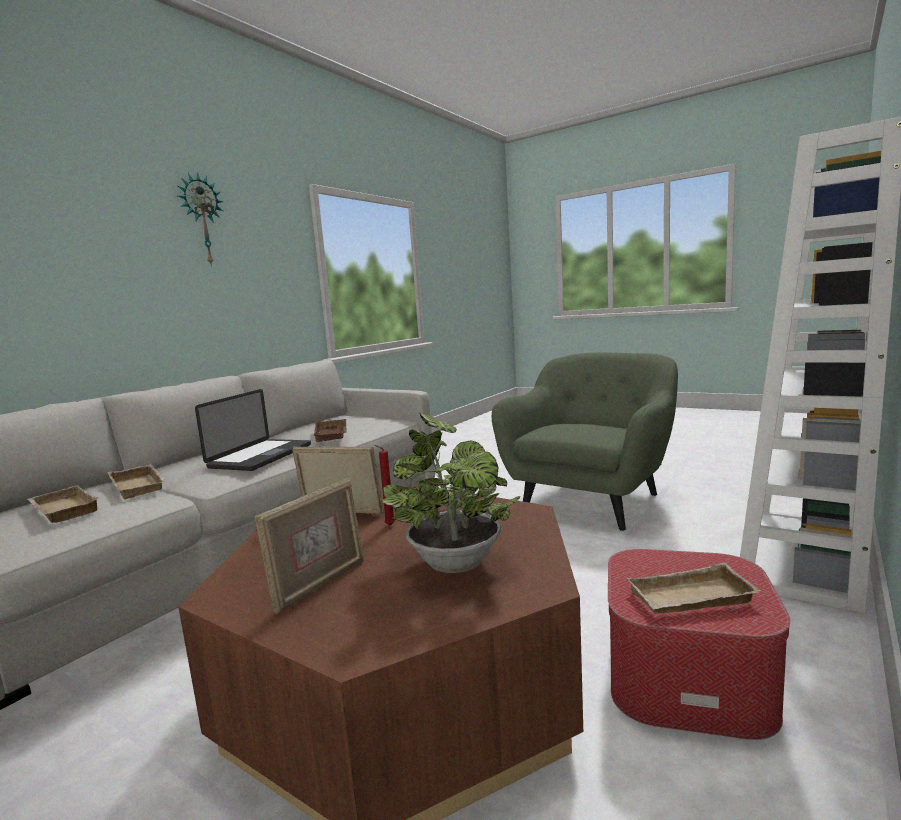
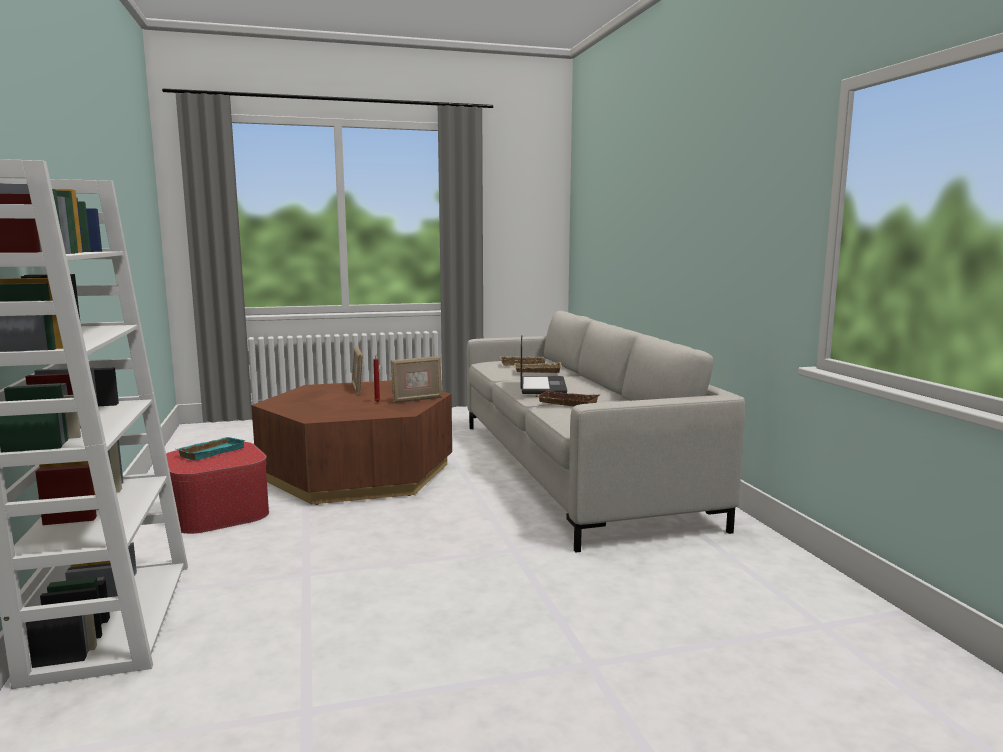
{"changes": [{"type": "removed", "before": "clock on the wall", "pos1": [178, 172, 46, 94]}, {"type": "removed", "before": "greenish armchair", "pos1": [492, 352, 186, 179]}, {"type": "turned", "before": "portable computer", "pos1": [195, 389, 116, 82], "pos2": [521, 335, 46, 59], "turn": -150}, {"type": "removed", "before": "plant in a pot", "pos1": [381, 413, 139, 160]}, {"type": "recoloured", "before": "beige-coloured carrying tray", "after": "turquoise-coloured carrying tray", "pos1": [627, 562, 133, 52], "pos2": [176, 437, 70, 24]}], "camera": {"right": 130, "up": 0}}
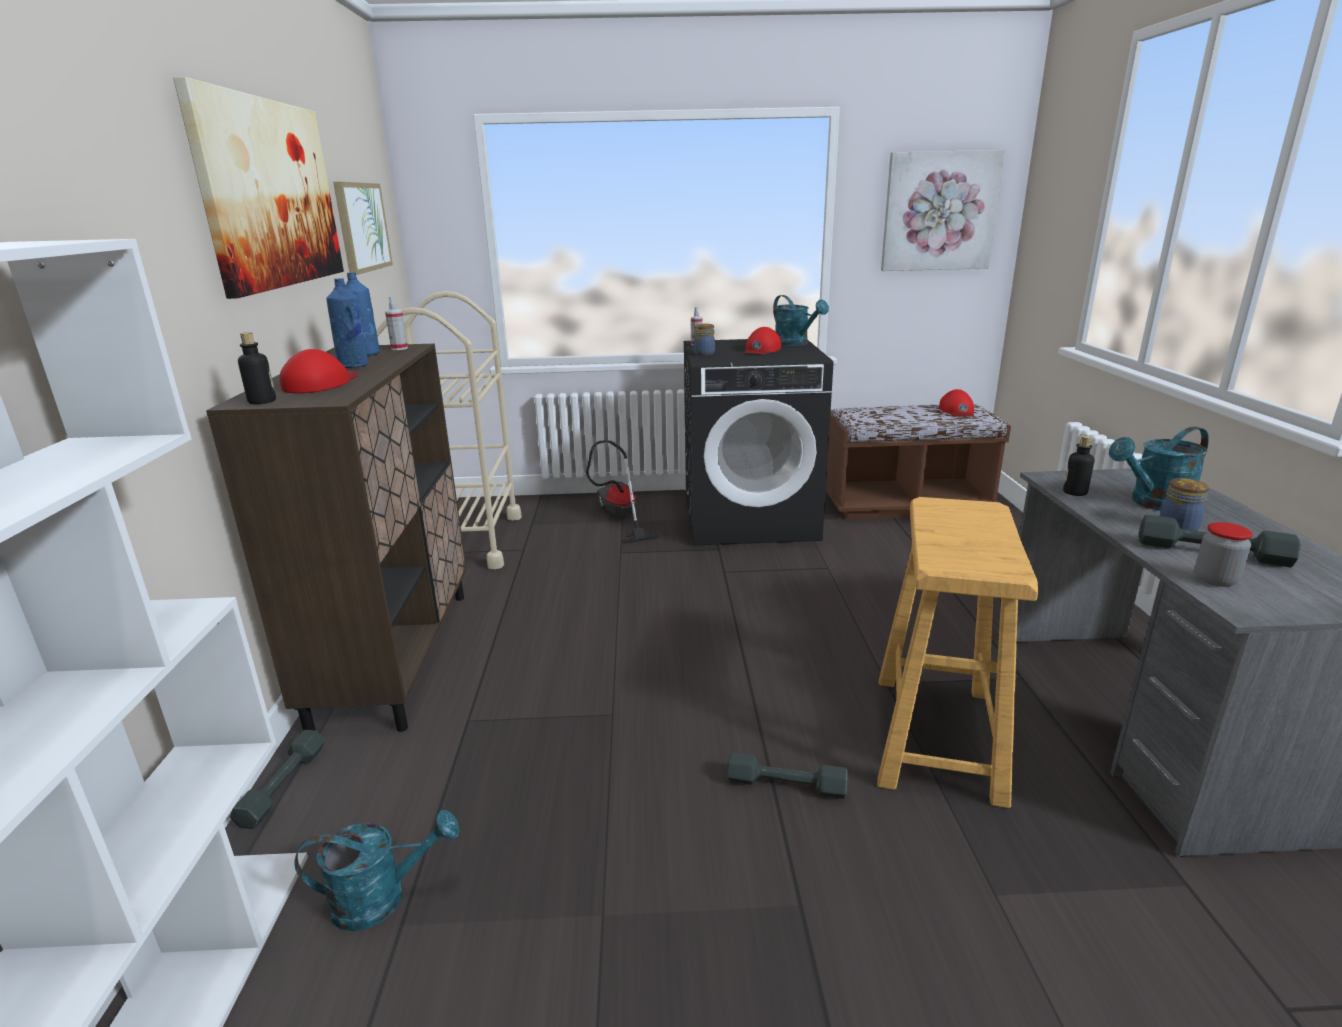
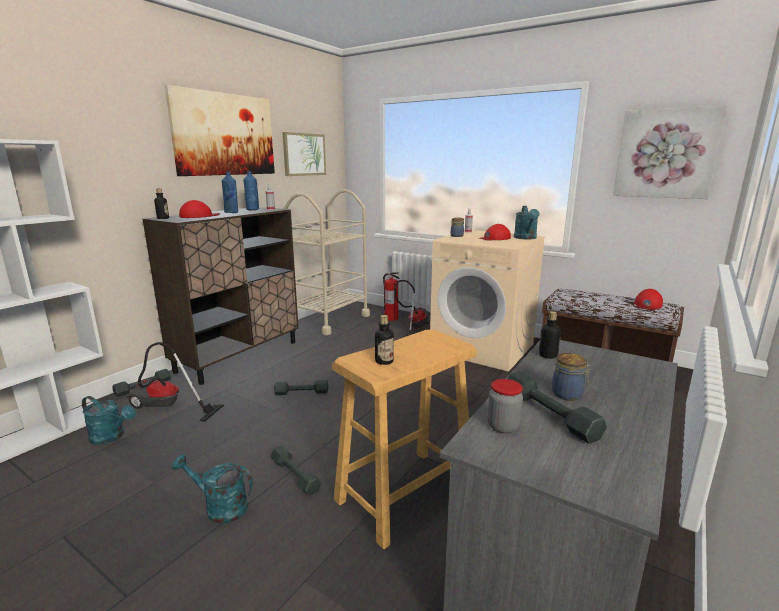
{"changes": [{"type": "recoloured", "before": "black-coloured laundry appliance", "after": "beige-coloured laundry appliance", "pos1": [683, 339, 150, 207], "pos2": [430, 230, 115, 142]}, {"type": "moved", "before": "turquoise-coloured sprinkling can", "pos1": [1109, 426, 100, 85], "pos2": [172, 454, 81, 70]}, {"type": "added", "after": "extinguisher", "pos2": [383, 273, 16, 48]}, {"type": "added", "after": "bottle", "pos2": [375, 315, 19, 50]}, {"type": "added", "after": "vacuum", "pos2": [126, 342, 98, 80]}, {"type": "added", "after": "gray hand weight", "pos2": [274, 380, 54, 15]}], "camera": {"right": 35, "up": -5}}
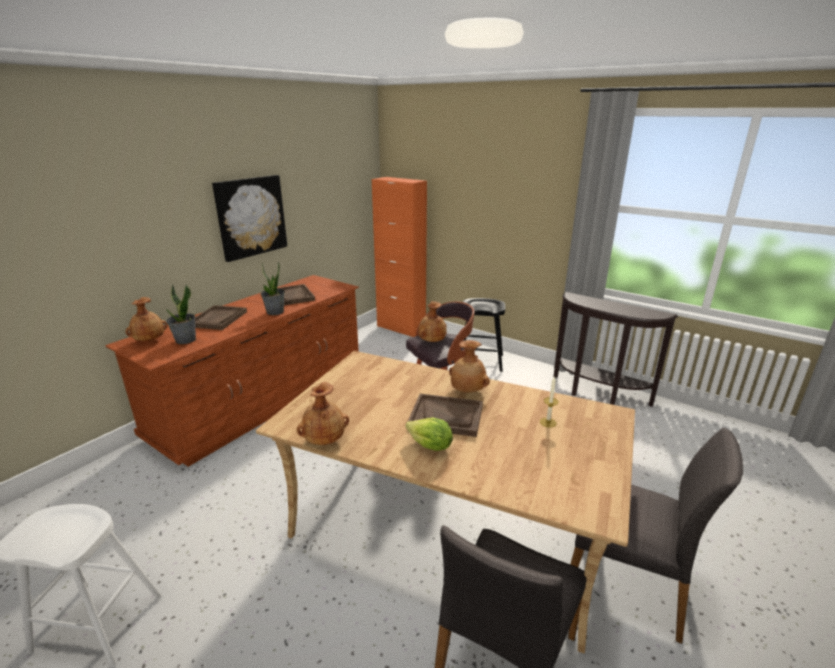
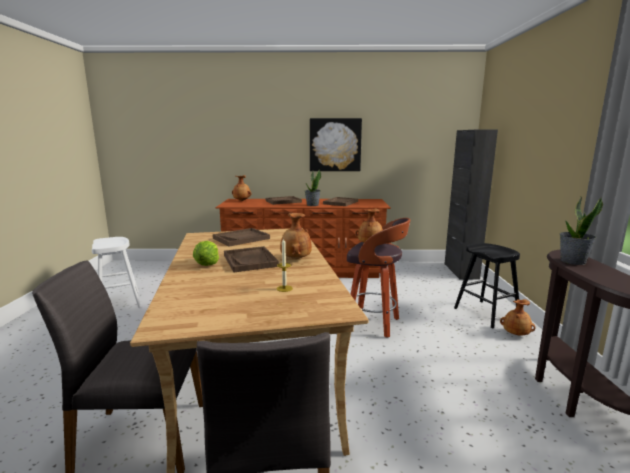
{"changes": [{"type": "recoloured", "before": "orangey cabinet", "after": "black-coloured cabinet", "pos1": [372, 177, 55, 160], "pos2": [444, 130, 54, 150]}, {"type": "moved", "before": "plant in a pot", "pos1": [166, 284, 30, 60], "pos2": [560, 197, 43, 68]}, {"type": "moved", "before": "brown vase", "pos1": [297, 382, 52, 63], "pos2": [500, 299, 36, 37]}, {"type": "added", "after": "brown carrying tray", "pos2": [213, 228, 57, 18]}], "camera": {"right": 55, "up": -10}}
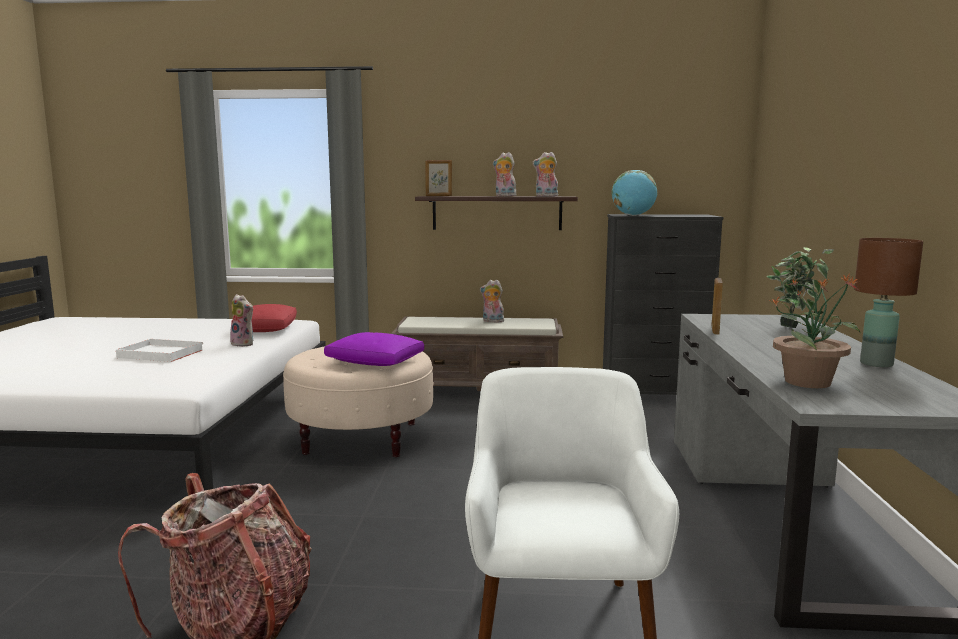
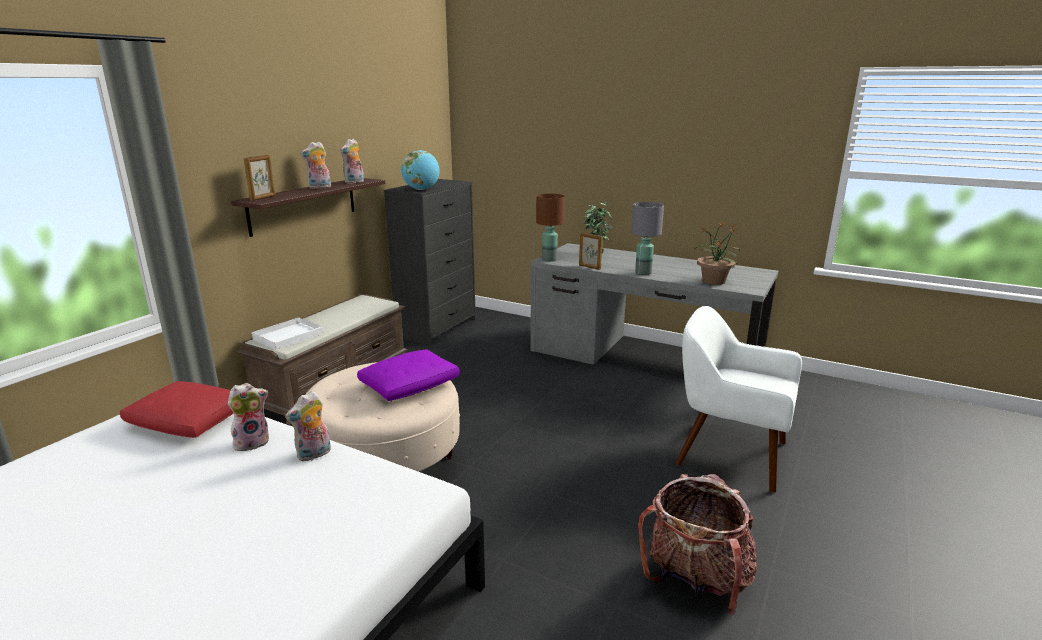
{"changes": [{"type": "moved", "before": "brown table lamp", "pos1": [854, 238, 69, 129], "pos2": [536, 194, 29, 68]}, {"type": "moved", "before": "cuddly toy", "pos1": [480, 280, 24, 42], "pos2": [285, 391, 46, 70]}, {"type": "moved", "before": "white carrying tray", "pos1": [116, 339, 87, 23], "pos2": [251, 317, 73, 33]}, {"type": "added", "after": "gray table lamp", "pos2": [631, 202, 33, 73]}], "camera": {"right": -65, "up": 10}}
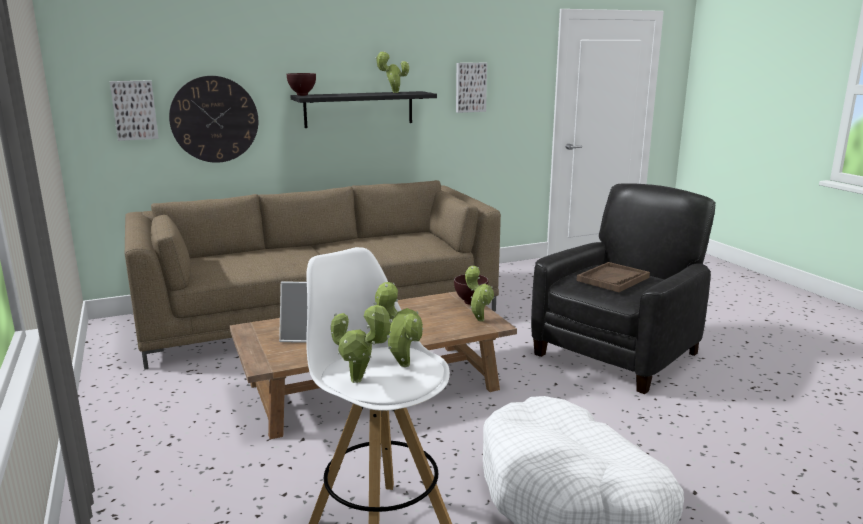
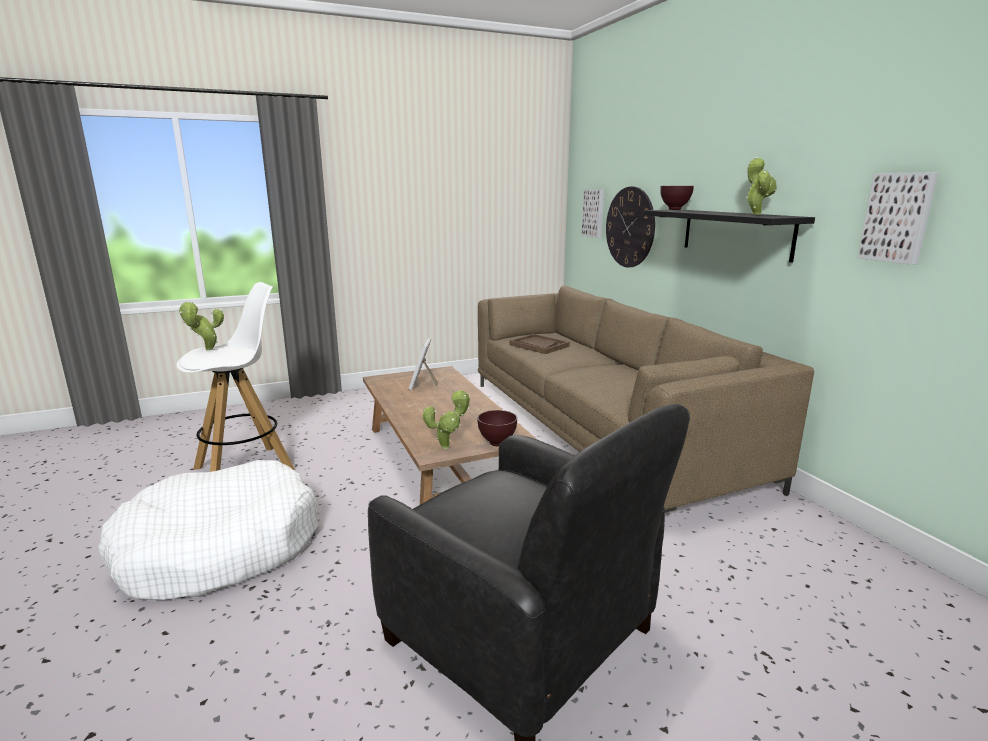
{"changes": [{"type": "moved", "before": "brown carrying tray", "pos1": [577, 262, 73, 30], "pos2": [509, 334, 61, 20]}, {"type": "removed", "before": "plant in a pot", "pos1": [375, 282, 48, 85]}], "camera": {"right": 90, "up": 0}}
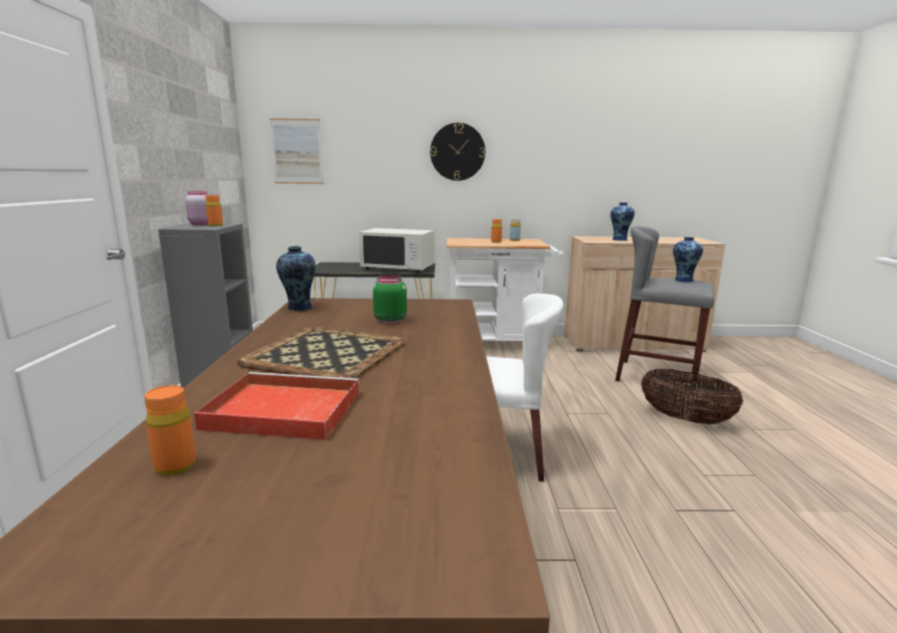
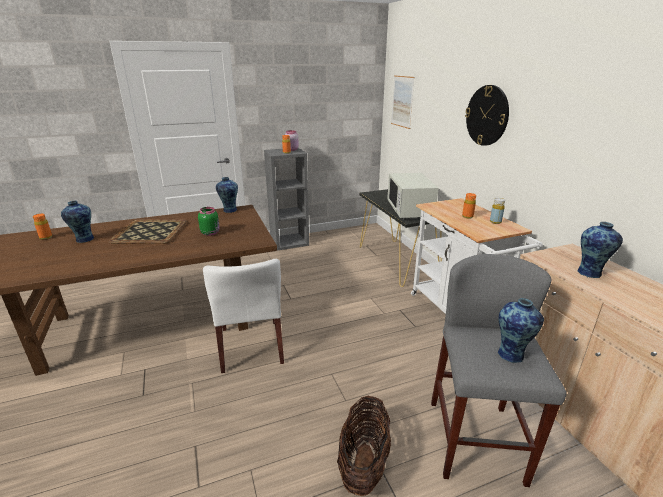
{"changes": [{"type": "replaced", "before": "red-coloured carrying tray", "after": "vase", "pos1": [194, 372, 165, 68], "pos2": [61, 201, 33, 42]}], "camera": {"right": 70, "up": 10}}
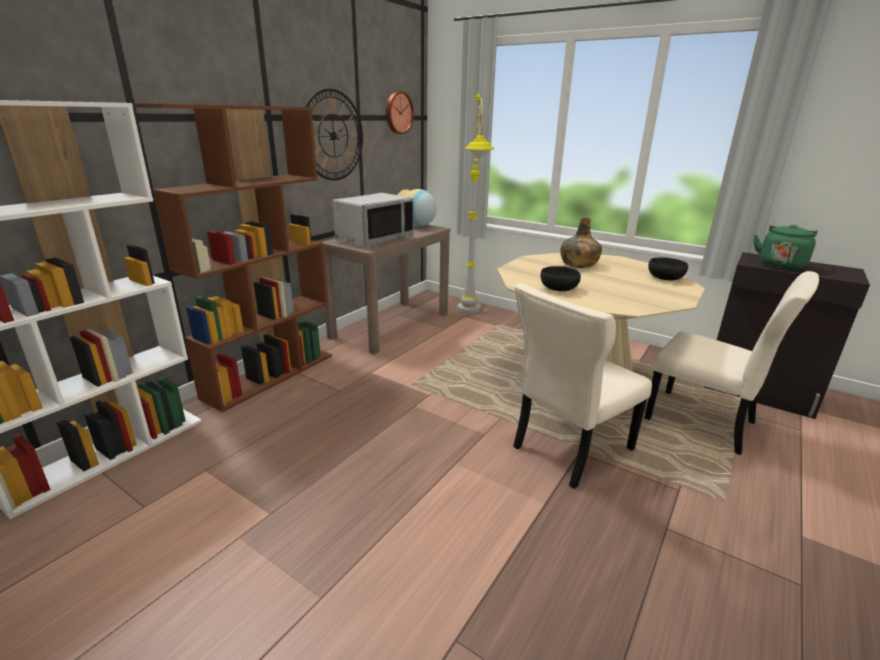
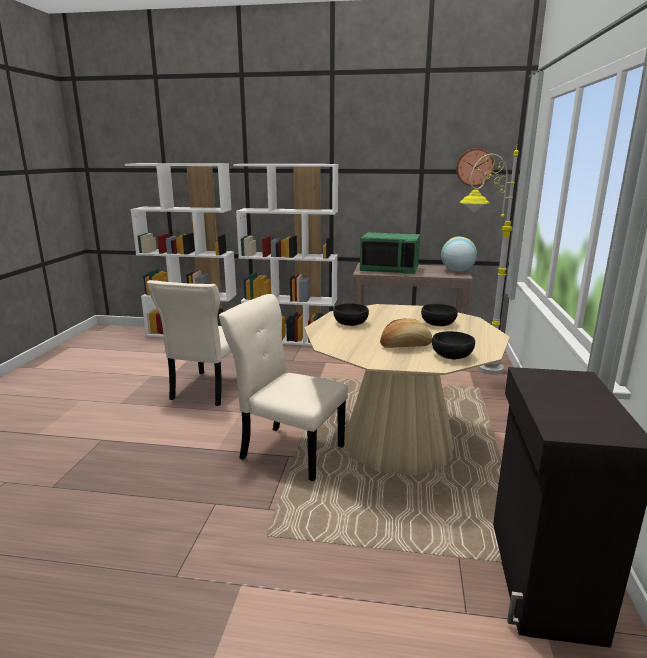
{"changes": [{"type": "removed", "before": "clock on the wall", "pos1": [305, 89, 58, 91]}, {"type": "recoloured", "before": "brown shelving unit", "after": "white shelving unit", "pos1": [134, 103, 198, 309], "pos2": [233, 164, 105, 182]}, {"type": "recoloured", "before": "gray kitchen microwave", "after": "greenish kitchen microwave", "pos1": [332, 193, 82, 55], "pos2": [360, 232, 60, 42]}, {"type": "replaced", "before": "greenish bottle", "after": "black-coloured bowl", "pos1": [560, 217, 42, 51], "pos2": [421, 304, 37, 22]}, {"type": "removed", "before": "greenish water kettle", "pos1": [754, 224, 64, 46]}, {"type": "moved", "before": "beige-coloured chair", "pos1": [645, 271, 174, 184], "pos2": [147, 280, 84, 126]}, {"type": "added", "after": "bread", "pos2": [380, 318, 52, 30]}], "camera": {"right": 65, "up": -5}}
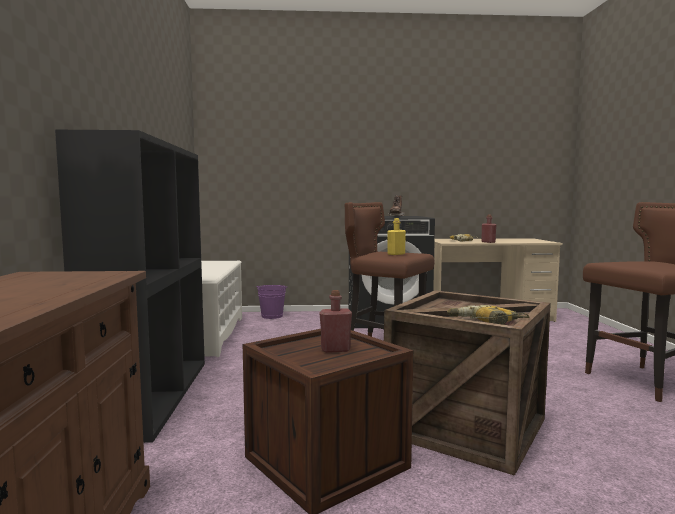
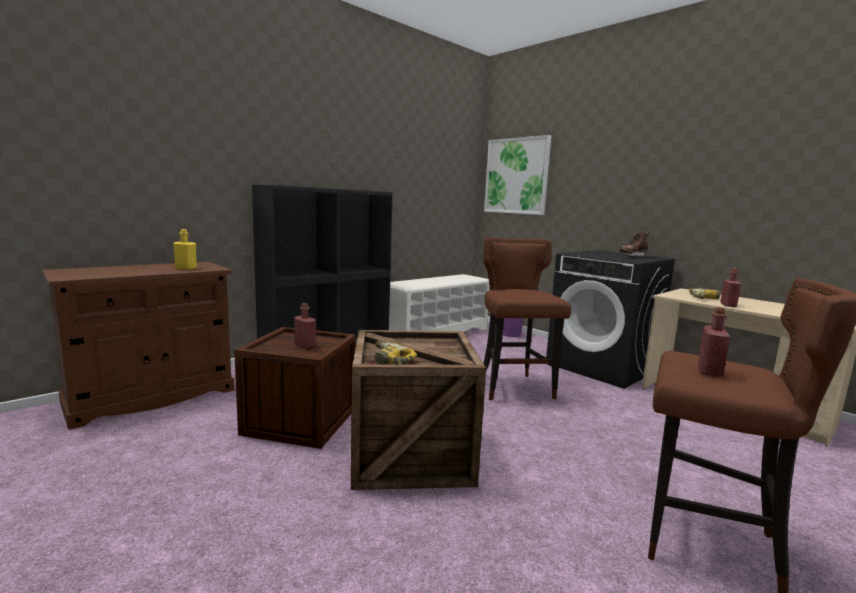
{"changes": [{"type": "moved", "before": "yellow-coloured bottle", "pos1": [387, 218, 19, 37], "pos2": [173, 229, 24, 41]}, {"type": "added", "after": "wall art", "pos2": [484, 135, 67, 80]}, {"type": "added", "after": "red-coloured bottle", "pos2": [698, 307, 32, 70]}], "camera": {"right": 50, "up": 5}}
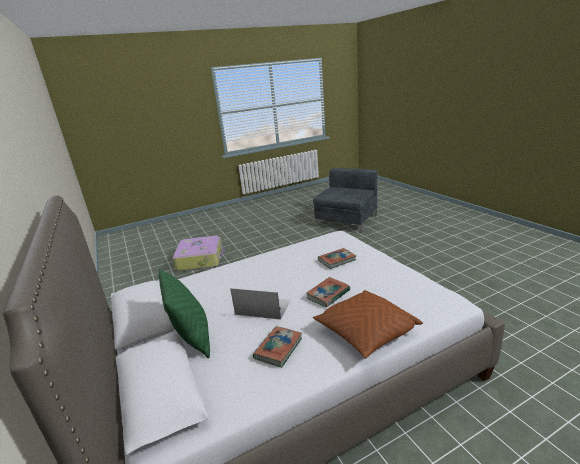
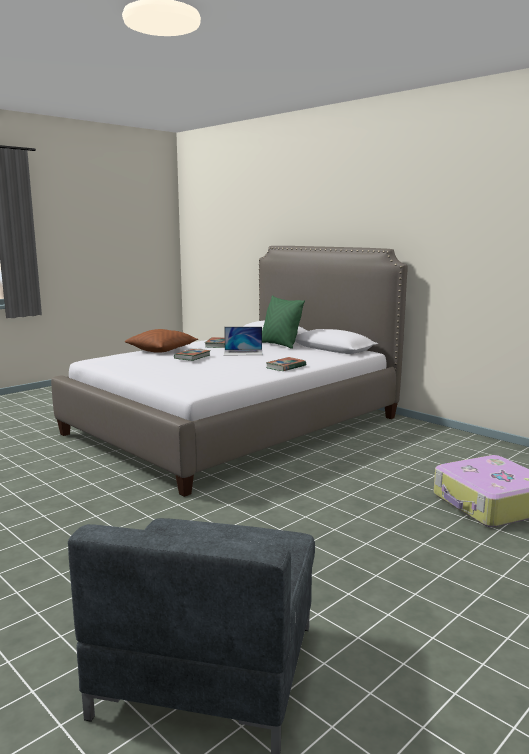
{"changes": [{"type": "moved", "before": "book", "pos1": [318, 248, 38, 21], "pos2": [266, 357, 40, 14]}], "camera": {"right": 160, "up": -10}}
